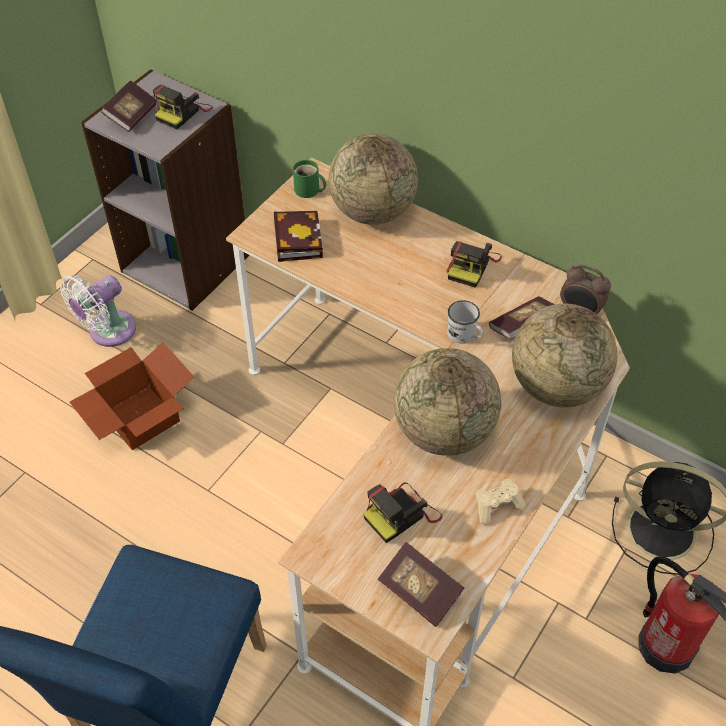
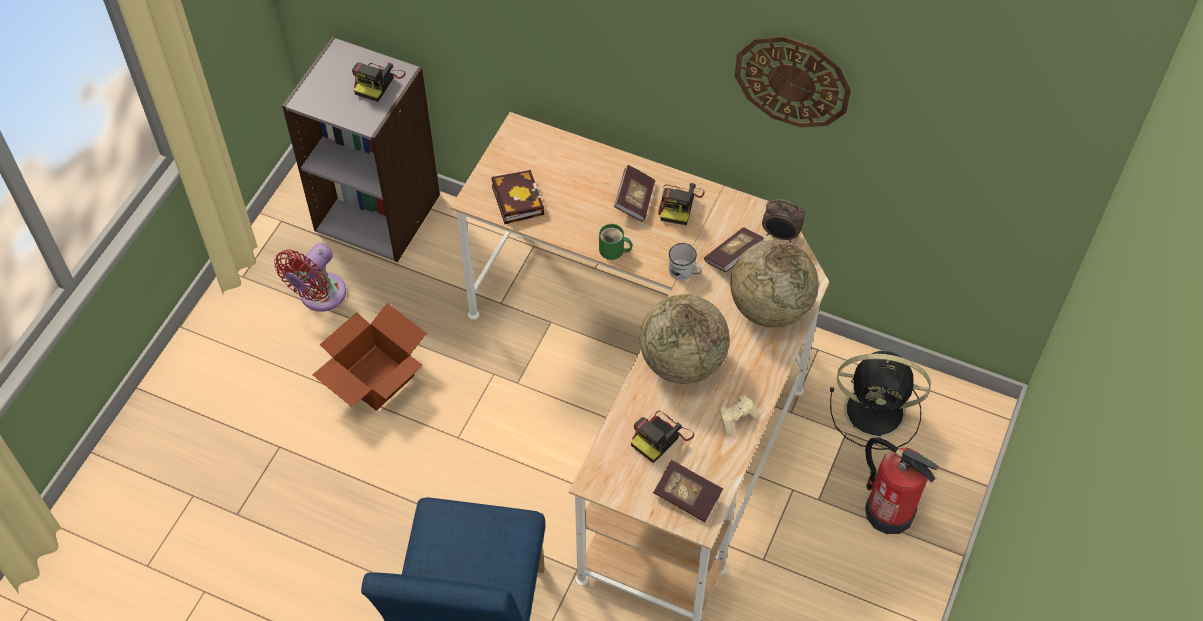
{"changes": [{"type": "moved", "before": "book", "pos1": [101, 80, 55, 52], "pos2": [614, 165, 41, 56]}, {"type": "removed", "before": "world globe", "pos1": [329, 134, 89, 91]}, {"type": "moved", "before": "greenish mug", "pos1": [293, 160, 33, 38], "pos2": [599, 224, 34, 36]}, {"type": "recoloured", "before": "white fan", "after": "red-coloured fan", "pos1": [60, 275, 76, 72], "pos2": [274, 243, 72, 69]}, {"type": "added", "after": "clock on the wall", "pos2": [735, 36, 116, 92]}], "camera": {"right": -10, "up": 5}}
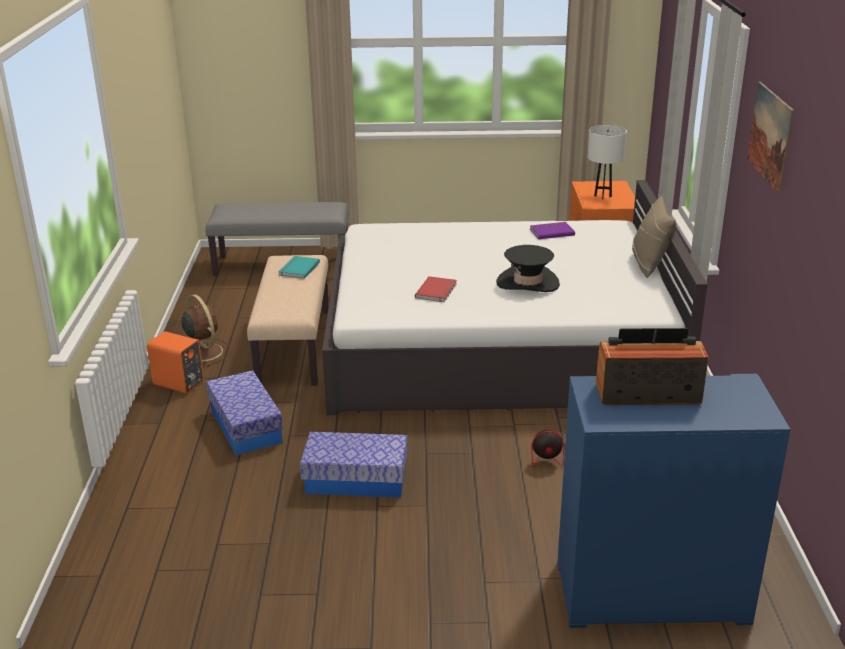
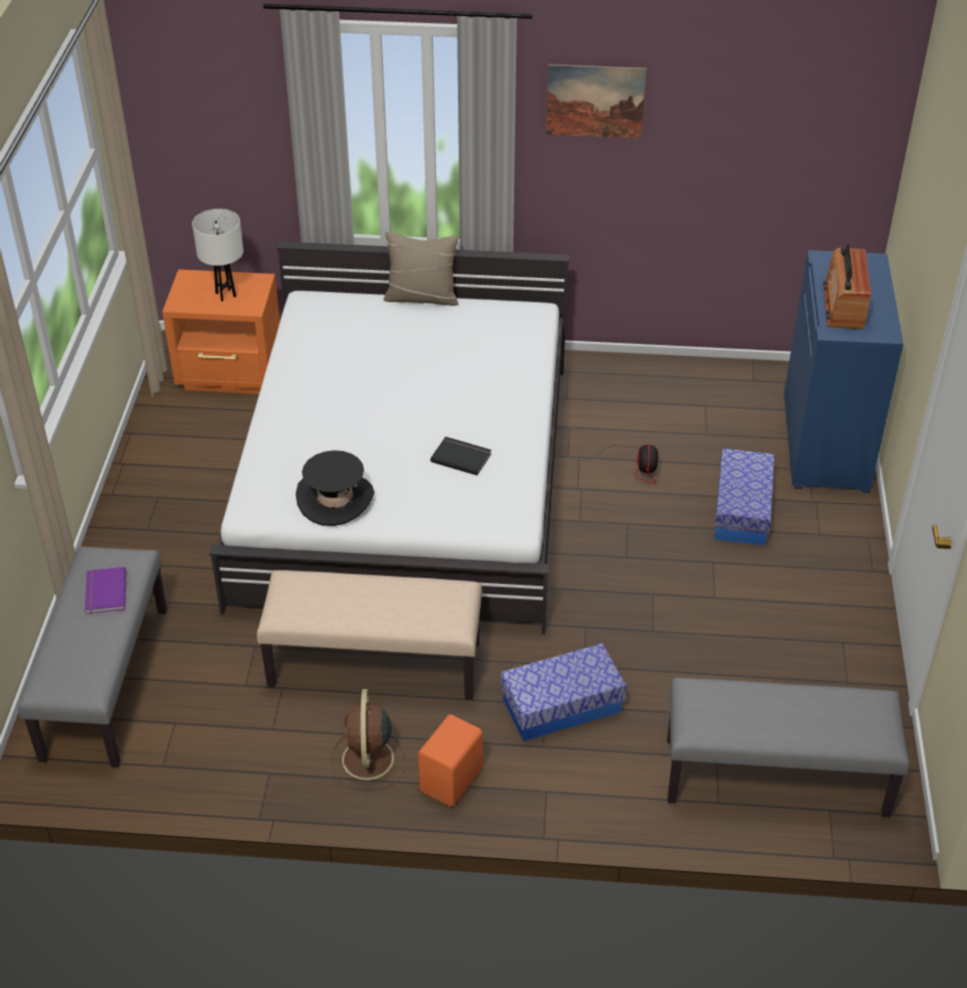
{"changes": [{"type": "moved", "before": "purplish book", "pos1": [530, 222, 45, 17], "pos2": [85, 567, 41, 47]}, {"type": "moved", "before": "black-coloured wearable hat", "pos1": [496, 245, 64, 47], "pos2": [296, 450, 78, 76]}, {"type": "removed", "before": "turquoise-coloured book", "pos1": [278, 256, 42, 23]}, {"type": "recoloured", "before": "red-coloured book", "after": "black-coloured book", "pos1": [415, 276, 42, 26], "pos2": [430, 436, 62, 39]}, {"type": "turned", "before": "brown fan", "pos1": [182, 294, 49, 73], "pos2": [331, 689, 75, 102], "turn": -60}, {"type": "moved", "before": "storage box", "pos1": [300, 432, 108, 65], "pos2": [714, 448, 60, 98]}, {"type": "added", "after": "gray bench", "pos2": [667, 678, 242, 139]}], "camera": {"right": -85, "up": 15}}
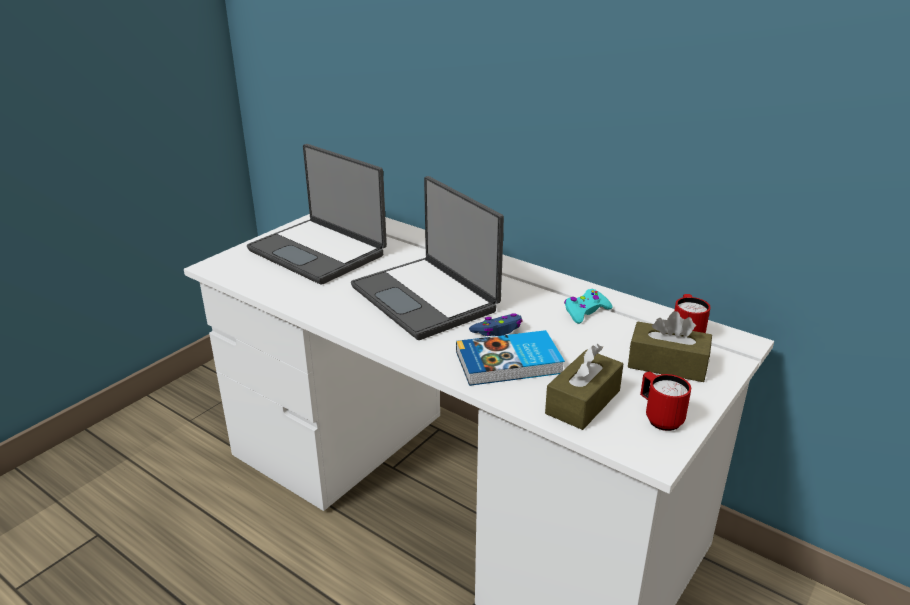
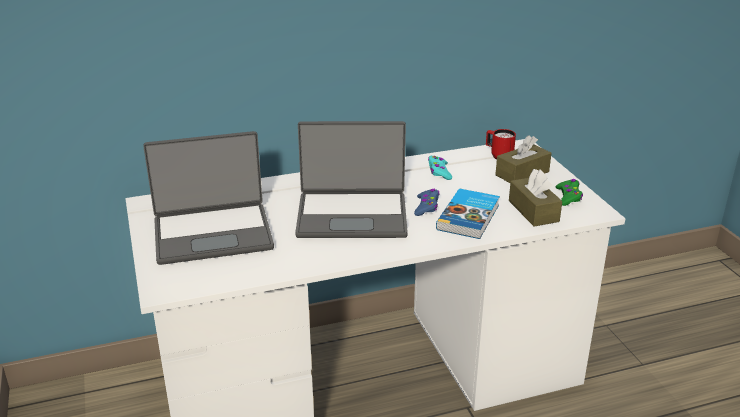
{"changes": [{"type": "replaced", "before": "red-coloured mug", "after": "greenish joypad", "pos1": [640, 371, 51, 60], "pos2": [555, 179, 28, 27]}], "camera": {"right": -55, "up": 0}}
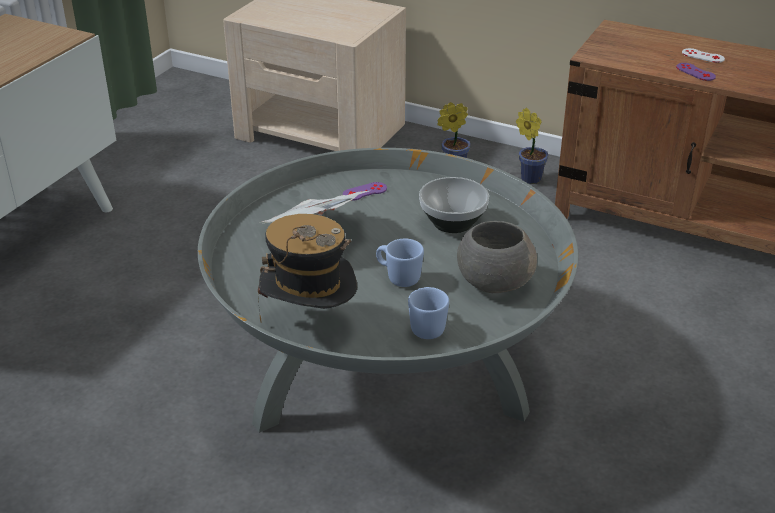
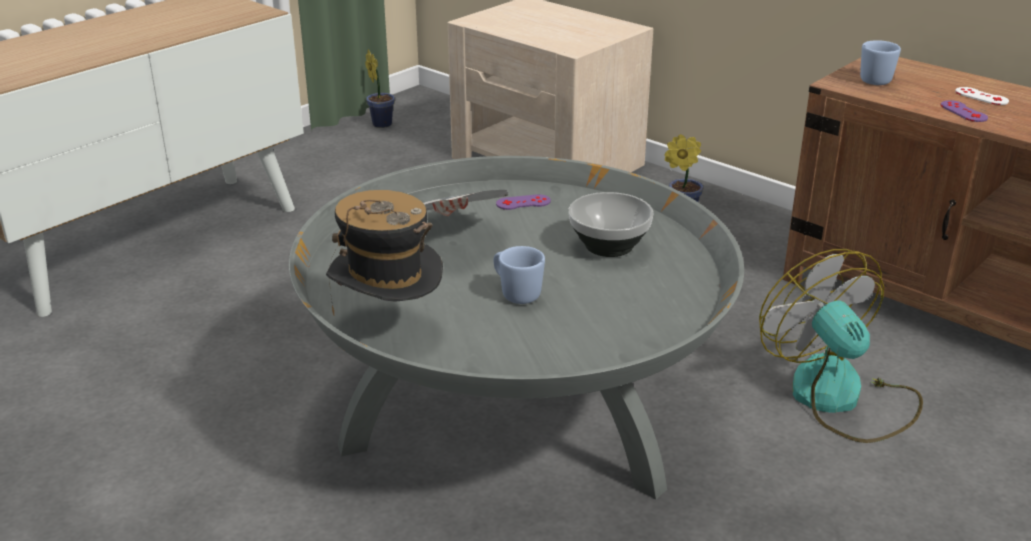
{"changes": [{"type": "moved", "before": "plant in a pot", "pos1": [516, 108, 32, 76], "pos2": [365, 49, 30, 79]}, {"type": "removed", "before": "gray bowl", "pos1": [457, 221, 80, 72]}, {"type": "moved", "before": "blue mug", "pos1": [408, 287, 41, 52], "pos2": [860, 40, 41, 45]}, {"type": "added", "after": "fan", "pos2": [759, 249, 164, 194]}], "camera": {"right": 15, "up": -5}}
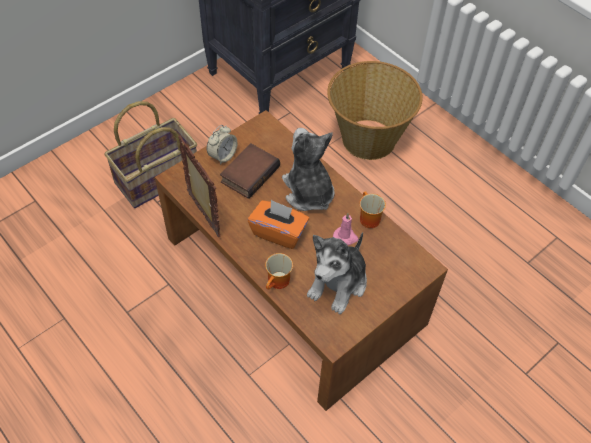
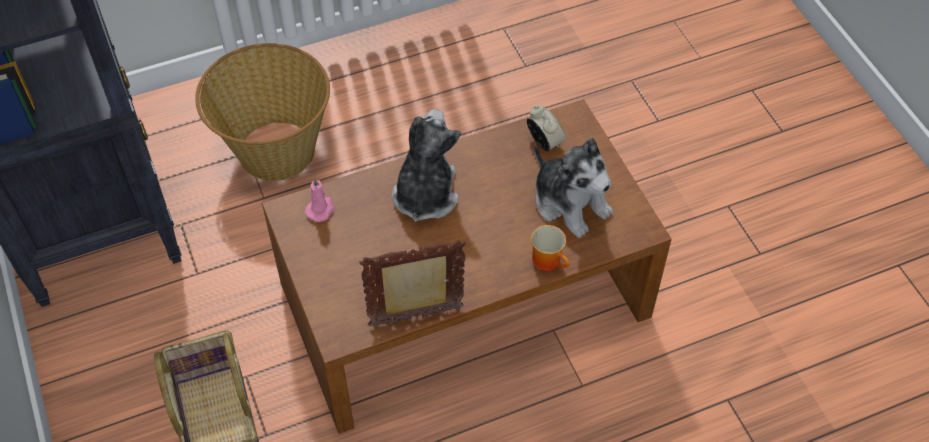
{"changes": [{"type": "moved", "before": "alarm clock", "pos1": [207, 125, 30, 40], "pos2": [527, 105, 39, 46]}, {"type": "turned", "before": "cuddly toy", "pos1": [282, 128, 53, 83], "pos2": [392, 109, 69, 113], "turn": 105}, {"type": "removed", "before": "book", "pos1": [220, 143, 60, 56]}, {"type": "removed", "before": "mug", "pos1": [360, 191, 26, 37]}, {"type": "removed", "before": "orangey tissue holder", "pos1": [248, 200, 61, 49]}, {"type": "moved", "before": "pink-coloured candle", "pos1": [333, 213, 26, 32], "pos2": [305, 178, 29, 44]}], "camera": {"right": -70, "up": 0}}
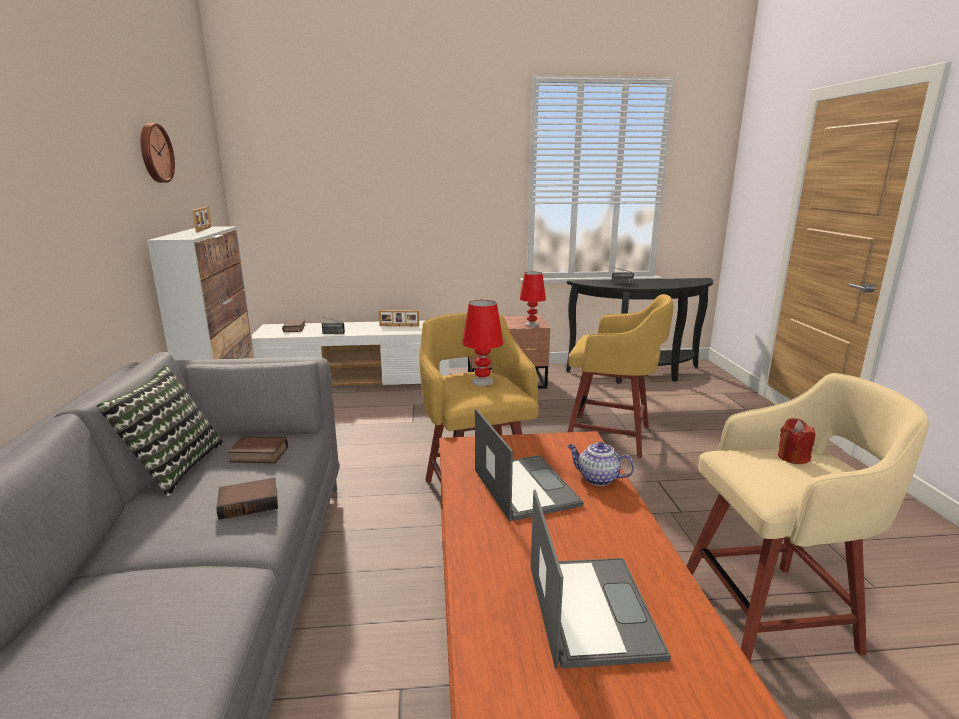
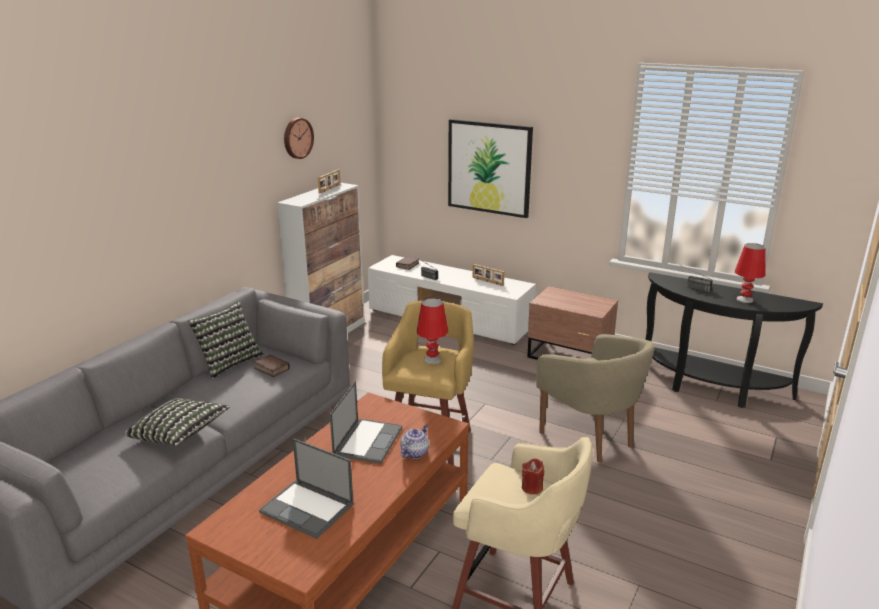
{"changes": [{"type": "moved", "before": "red-coloured table lamp", "pos1": [520, 272, 26, 55], "pos2": [735, 243, 30, 60]}, {"type": "replaced", "before": "yellow-coloured sitting stool", "after": "beige-coloured armchair", "pos1": [568, 294, 105, 164], "pos2": [536, 334, 119, 129]}, {"type": "turned", "before": "pot for tea", "pos1": [568, 442, 67, 44], "pos2": [400, 424, 29, 35], "turn": 60}, {"type": "removed", "before": "book", "pos1": [216, 478, 62, 42]}, {"type": "turned", "before": "portable computer", "pos1": [531, 490, 140, 179], "pos2": [259, 438, 94, 101], "turn": 90}, {"type": "added", "after": "wall art", "pos2": [448, 119, 85, 99]}, {"type": "added", "after": "throw pillow", "pos2": [124, 398, 106, 48]}], "camera": {"right": 35, "up": 5}}
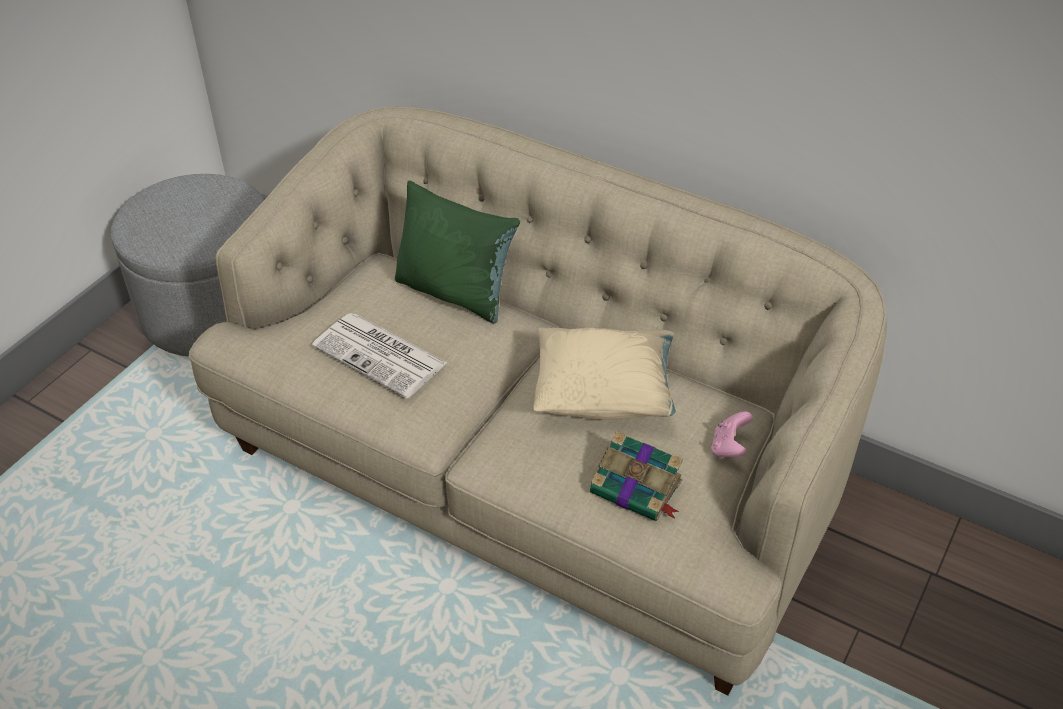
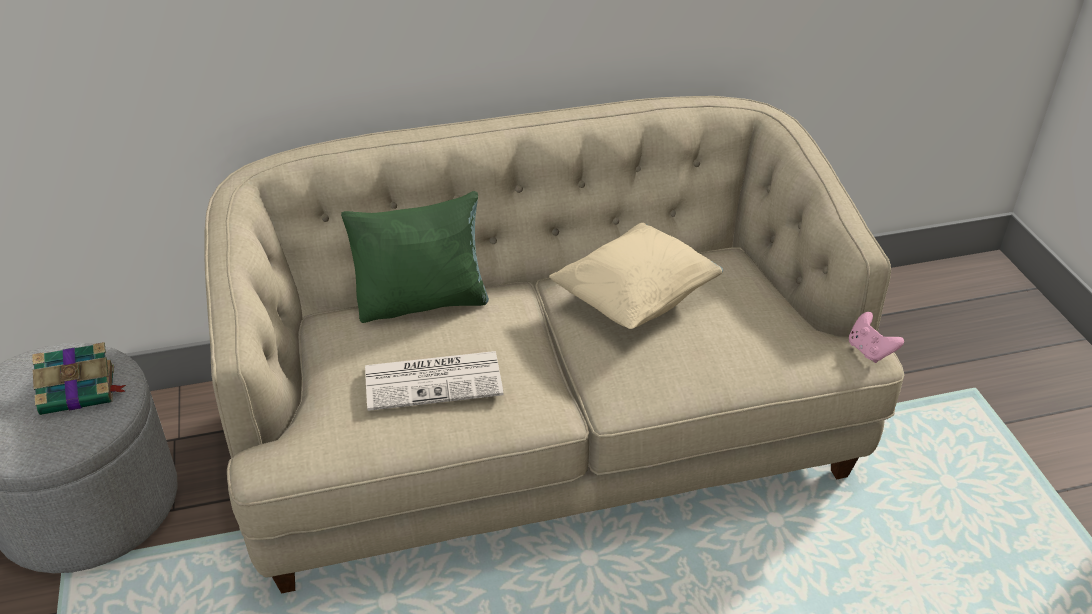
{"changes": [{"type": "moved", "before": "pink-coloured joypad", "pos1": [711, 411, 42, 47], "pos2": [849, 312, 55, 51]}, {"type": "moved", "before": "book", "pos1": [590, 431, 93, 90], "pos2": [32, 342, 94, 73]}], "camera": {"right": -45, "up": -5}}
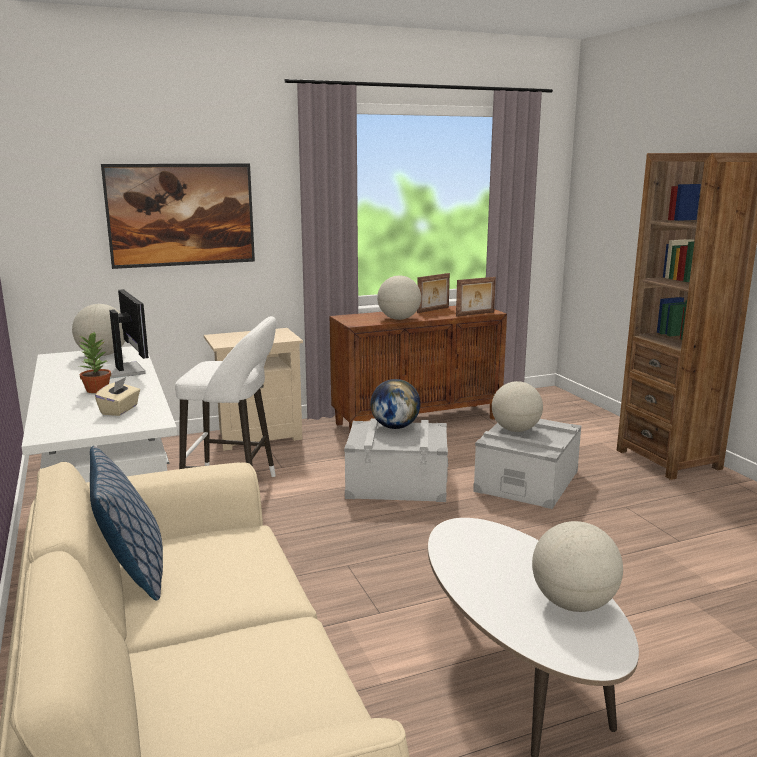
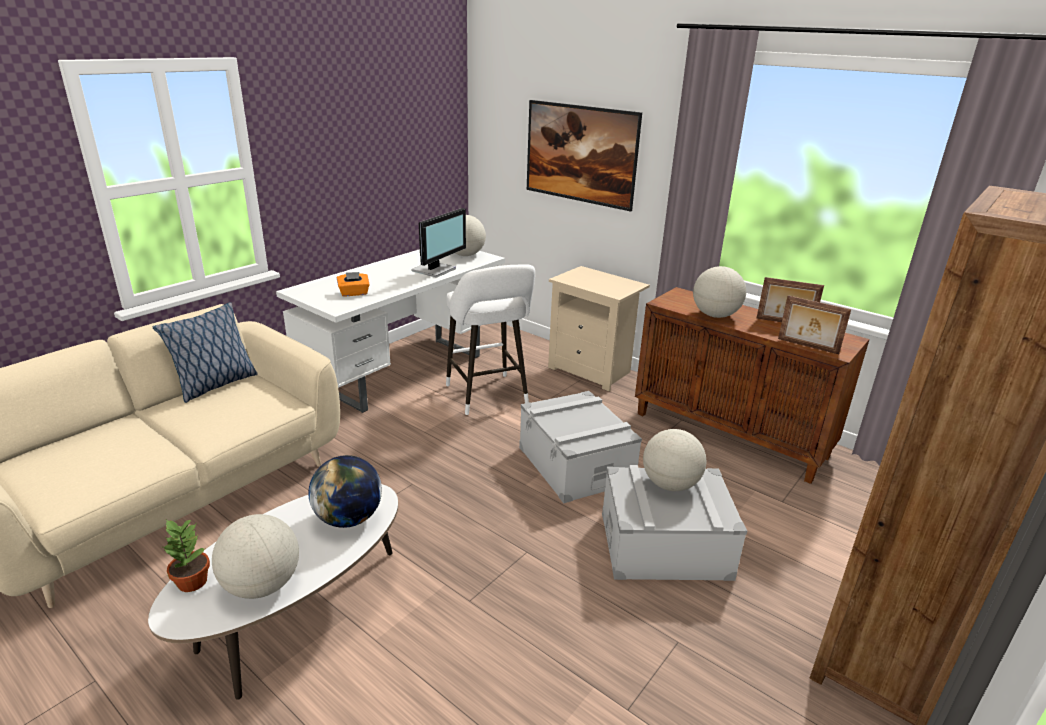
{"changes": [{"type": "moved", "before": "plant in a pot", "pos1": [79, 331, 32, 62], "pos2": [163, 519, 47, 73]}, {"type": "recoloured", "before": "beige-coloured tissue holder", "after": "orangey tissue holder", "pos1": [95, 377, 45, 39], "pos2": [337, 272, 33, 24]}, {"type": "moved", "before": "world globe", "pos1": [371, 379, 49, 50], "pos2": [308, 455, 74, 73]}], "camera": {"right": 60, "up": 10}}
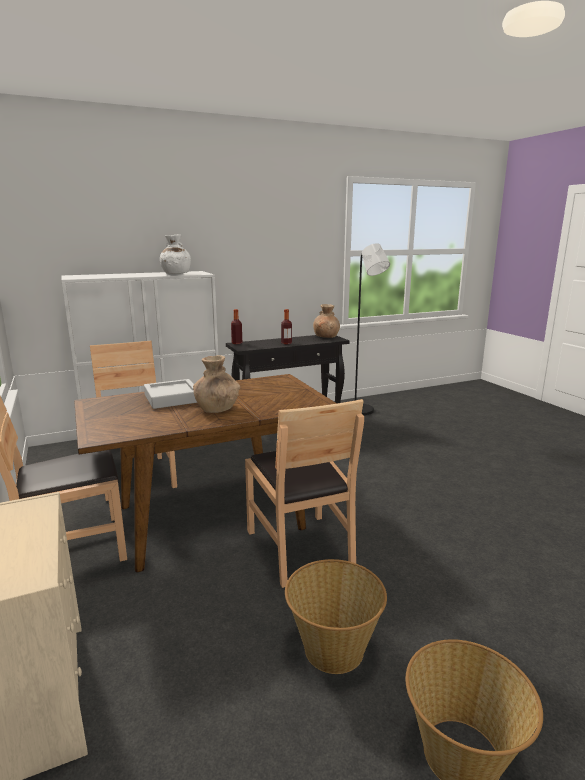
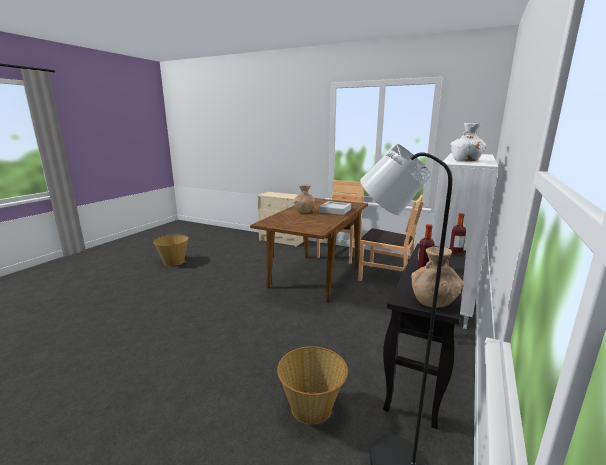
{"changes": [{"type": "removed", "before": "brown chair", "pos1": [245, 399, 119, 189]}, {"type": "moved", "before": "storage basket", "pos1": [285, 559, 102, 115], "pos2": [277, 346, 71, 79]}], "camera": {"right": 140, "up": 0}}
